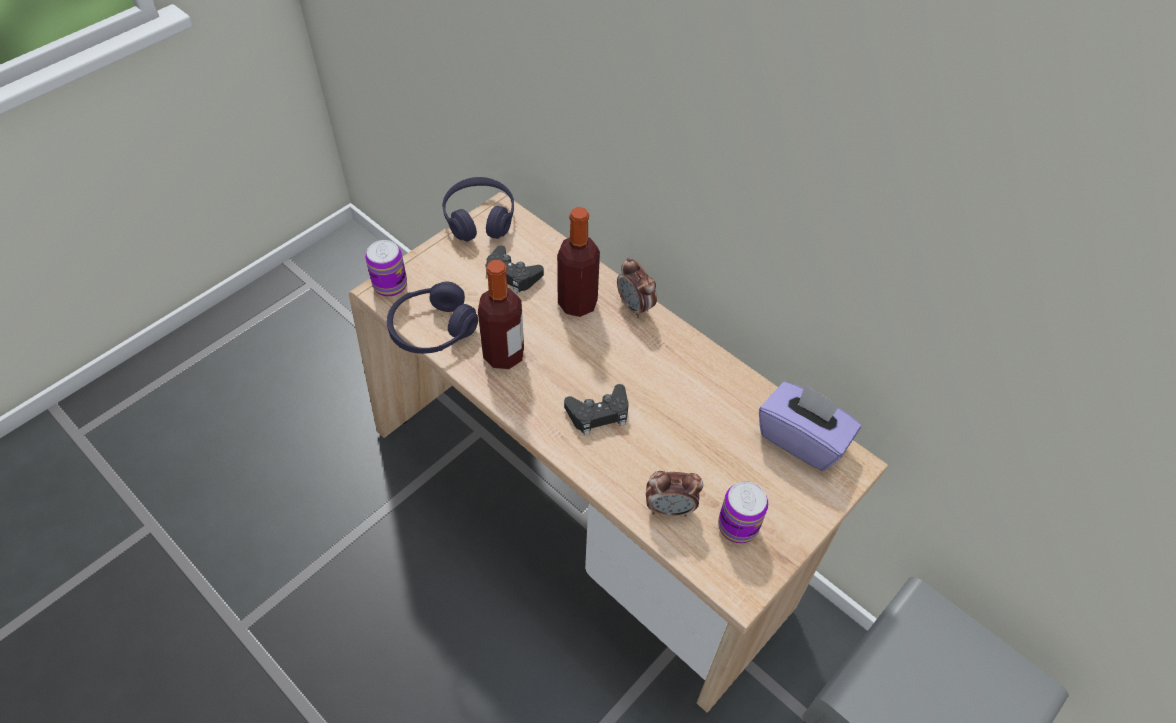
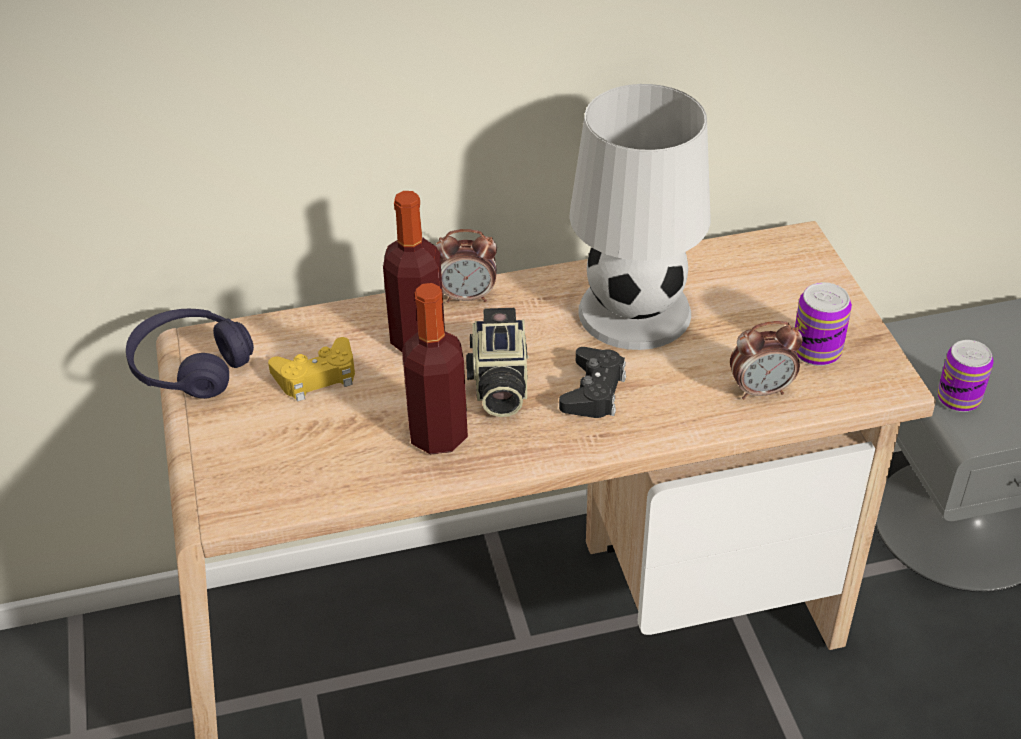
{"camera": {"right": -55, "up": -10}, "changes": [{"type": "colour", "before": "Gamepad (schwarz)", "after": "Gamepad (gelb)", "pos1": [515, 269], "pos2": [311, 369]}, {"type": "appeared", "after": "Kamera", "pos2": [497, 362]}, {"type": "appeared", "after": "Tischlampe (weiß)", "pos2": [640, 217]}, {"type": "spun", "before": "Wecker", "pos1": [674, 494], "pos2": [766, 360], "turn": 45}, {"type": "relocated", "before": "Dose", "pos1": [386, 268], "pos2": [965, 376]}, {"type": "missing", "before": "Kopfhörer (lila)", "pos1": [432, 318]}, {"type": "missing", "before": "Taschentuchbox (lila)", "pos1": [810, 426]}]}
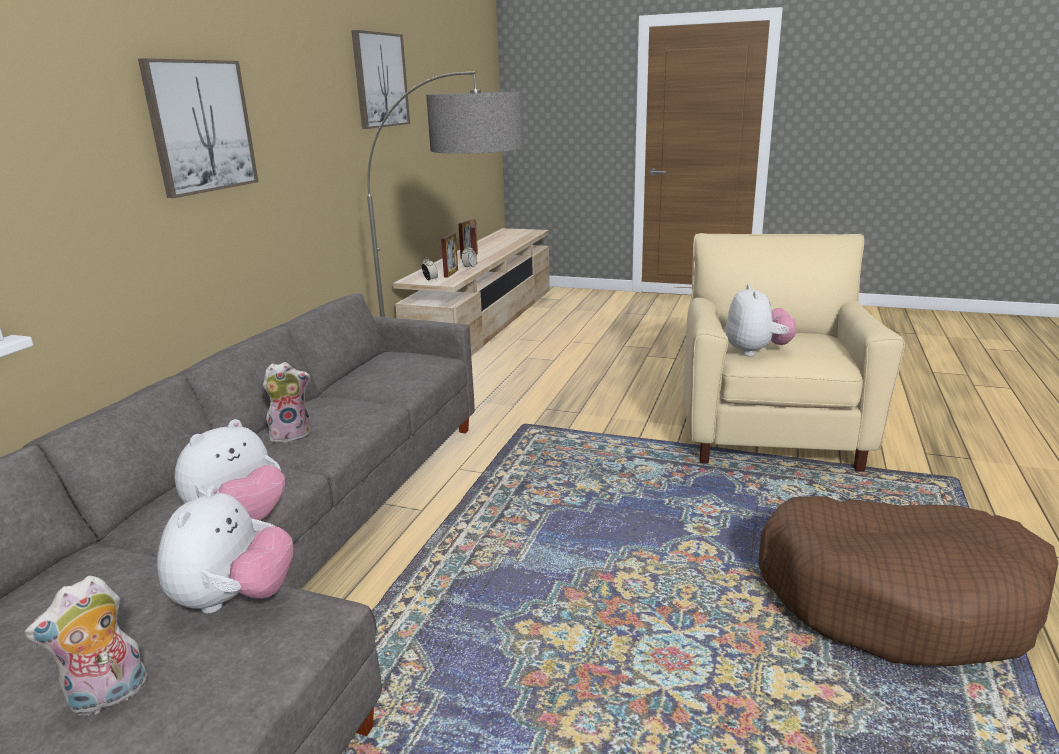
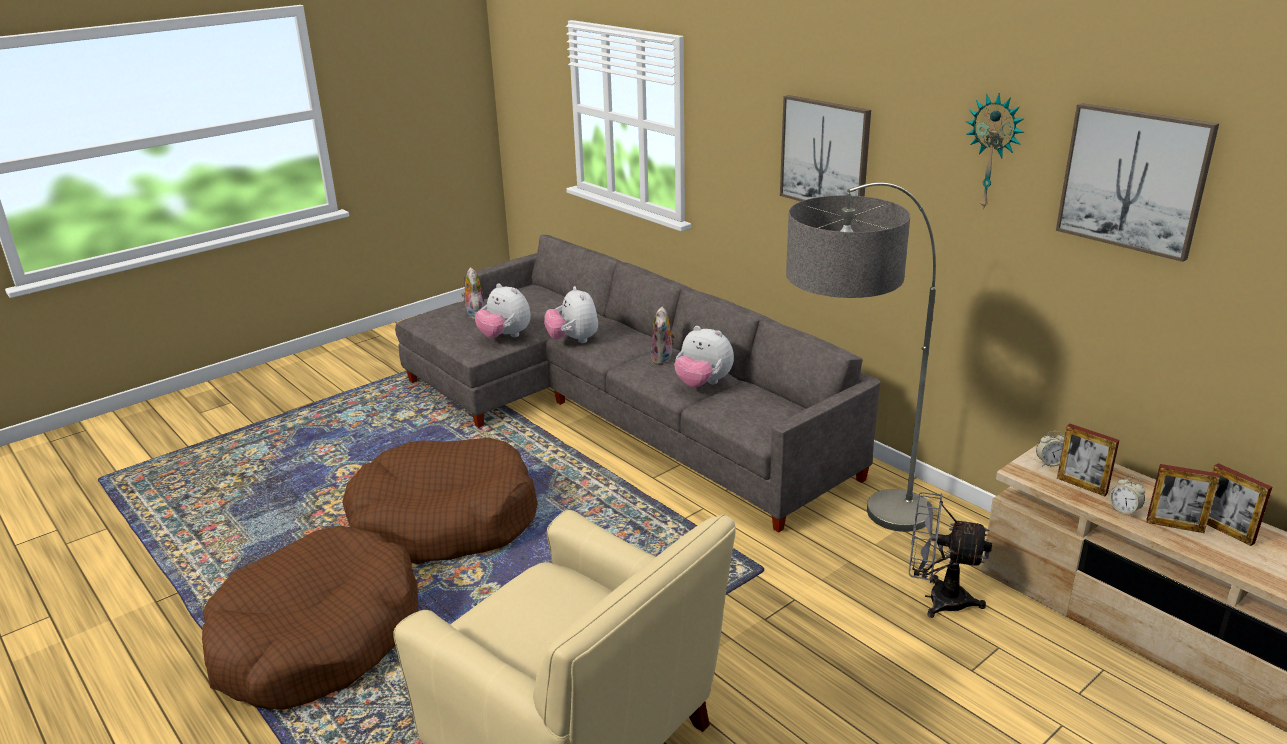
{"camera": {"right": 120, "up": 5}, "changes": [{"type": "appeared", "after": "Hundebett (braun)", "pos2": [440, 500]}, {"type": "relocated", "before": "Plüschtier", "pos1": [761, 320], "pos2": [704, 356]}, {"type": "appeared", "after": "Ventilator (grau)", "pos2": [950, 555]}, {"type": "appeared", "after": "Wanduhr", "pos2": [995, 152]}]}
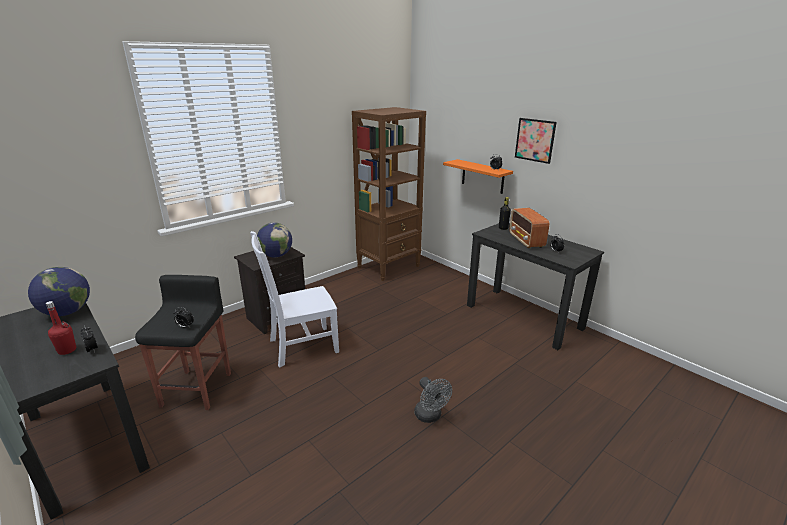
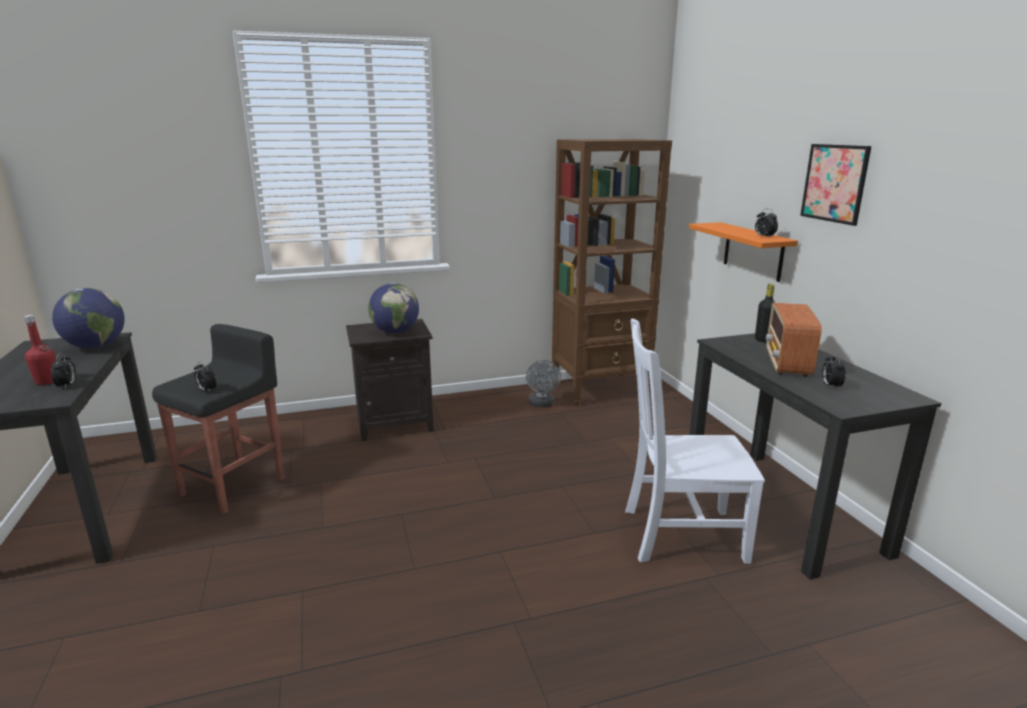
{"camera": {"right": 25, "up": -5}, "changes": [{"type": "relocated", "before": "Ventilator (grau)", "pos1": [433, 400], "pos2": [543, 383]}, {"type": "relocated", "before": "Stuhl (weiß)", "pos1": [294, 299], "pos2": [695, 441]}]}
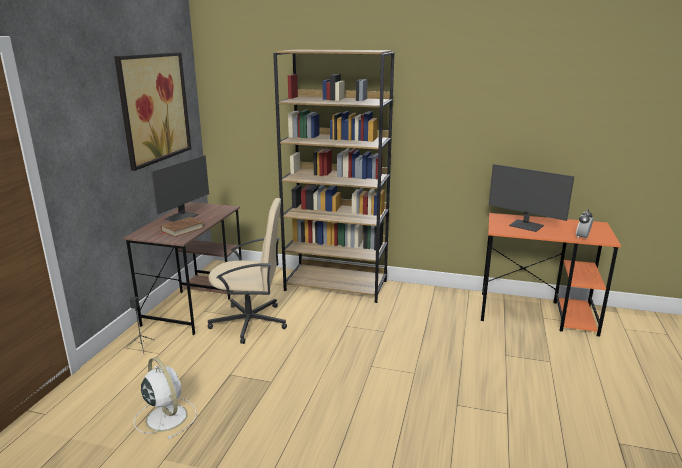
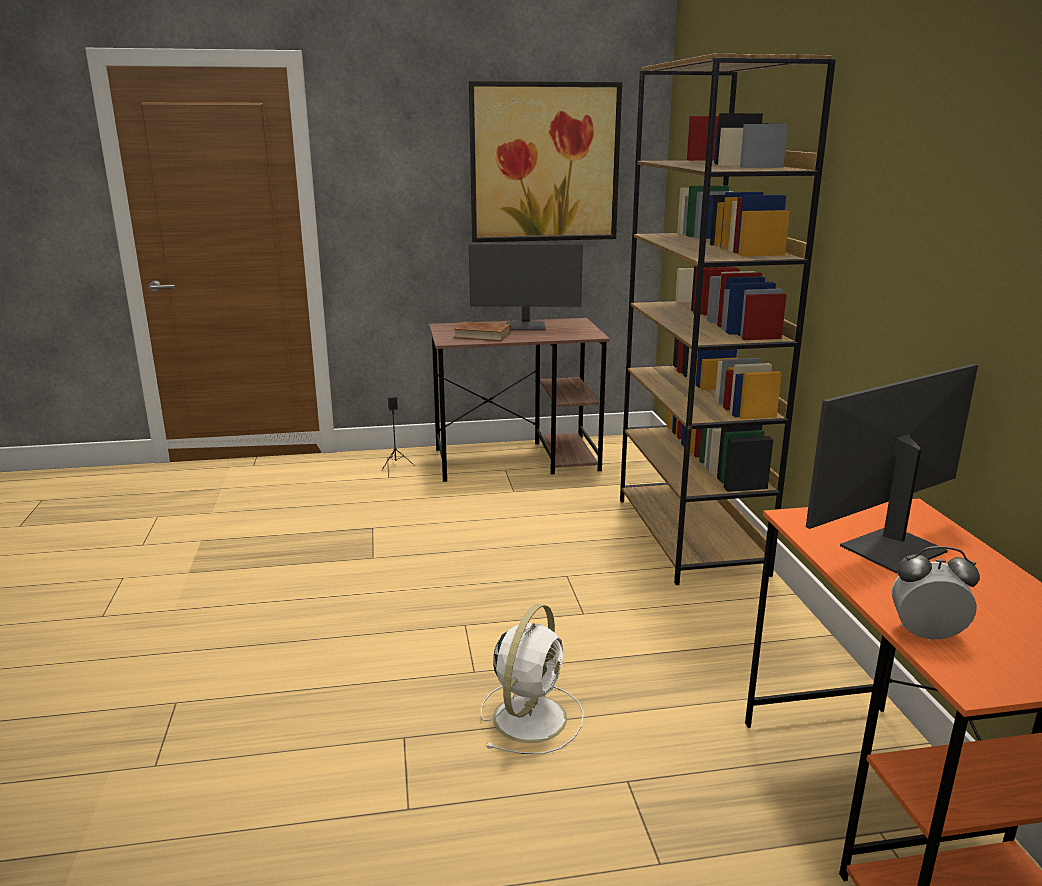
{"camera": {"right": 65, "up": 0}, "changes": [{"type": "relocated", "before": "Ventilator (weiß)", "pos1": [165, 398], "pos2": [532, 679]}, {"type": "spun", "before": "Monitor", "pos1": [531, 198], "pos2": [892, 468], "turn": 45}, {"type": "missing", "before": "Bürostuhl (beige)", "pos1": [247, 271]}]}
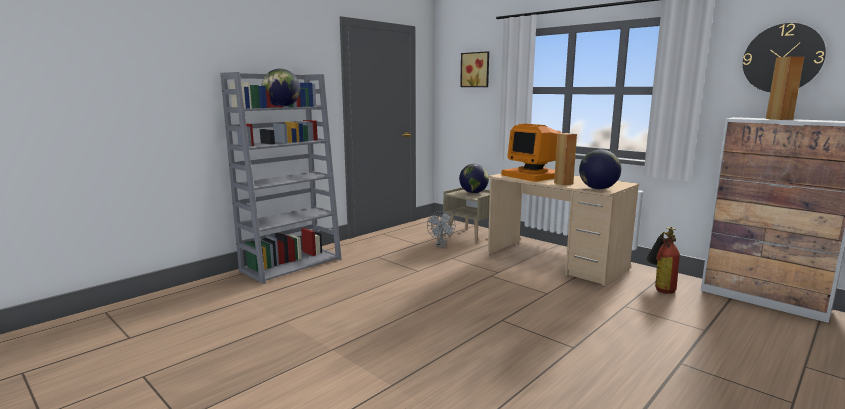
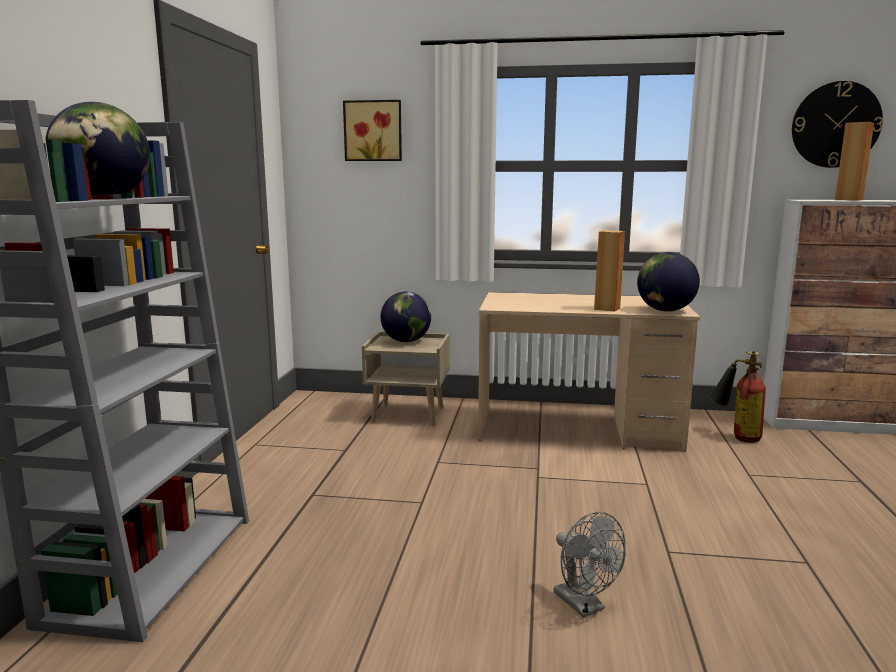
{"camera": {"right": -35, "up": 0}, "changes": [{"type": "relocated", "before": "Ventilator (grau)", "pos1": [441, 229], "pos2": [590, 565]}, {"type": "missing", "before": "Monitor", "pos1": [532, 153]}]}
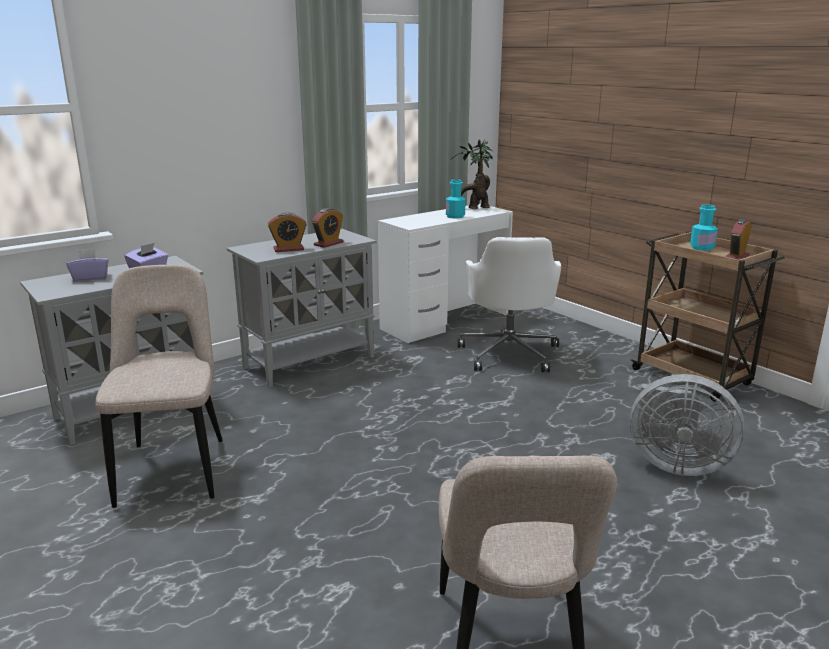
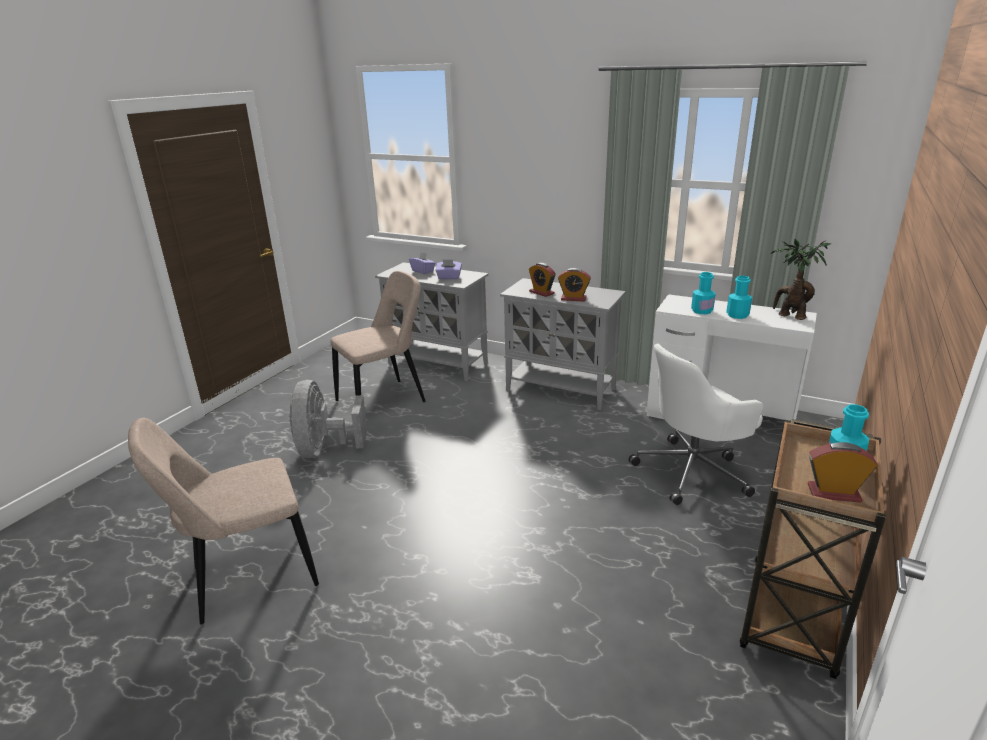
{"camera": {"right": 65, "up": 5}, "changes": [{"type": "relocated", "before": "Ventilator (grau)", "pos1": [687, 425], "pos2": [328, 419]}, {"type": "appeared", "after": "Flasche (türkis)", "pos2": [703, 293]}]}
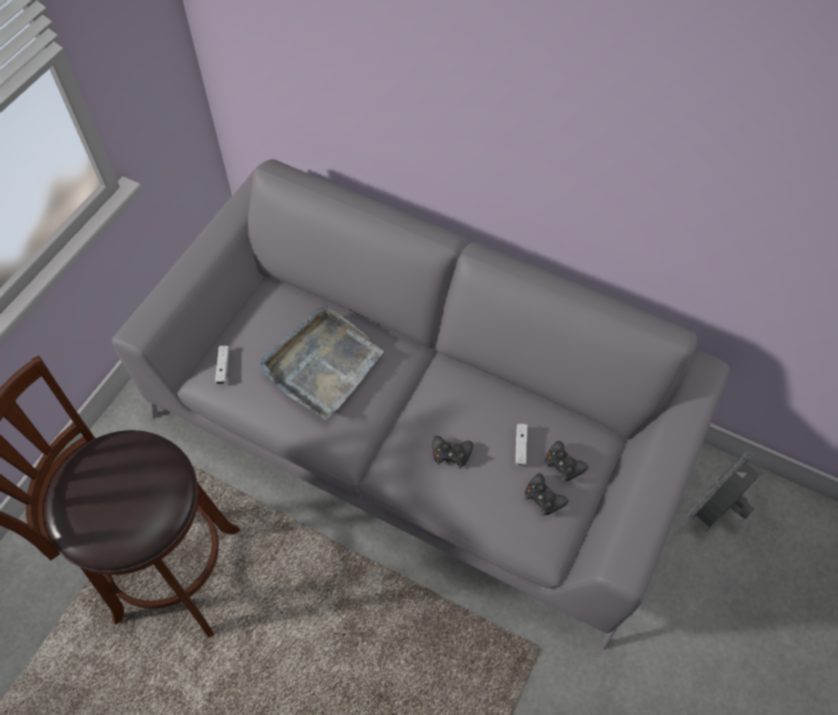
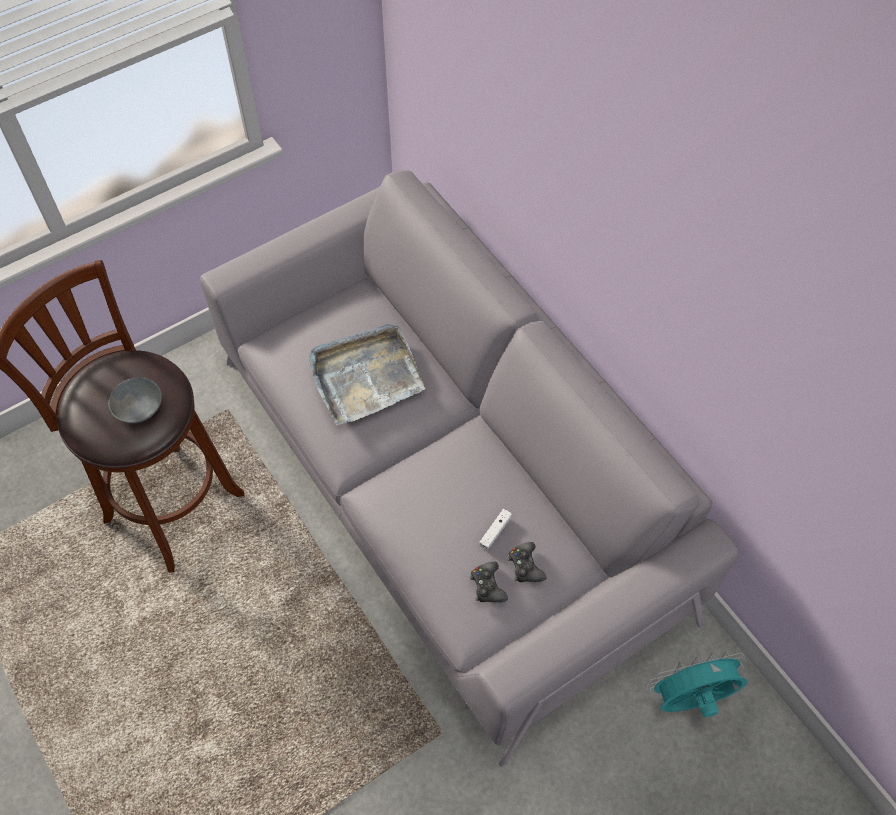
{"camera": {"right": 30, "up": 0}, "changes": [{"type": "appeared", "after": "Schüssel (grau)", "pos2": [135, 400]}, {"type": "colour", "before": "Ventilator (grau)", "after": "Ventilator (türkis)", "pos1": [724, 491], "pos2": [697, 684]}, {"type": "missing", "before": "Gamepad (weiß)", "pos1": [222, 365]}, {"type": "missing", "before": "Gamepad (schwarz)", "pos1": [452, 452]}]}
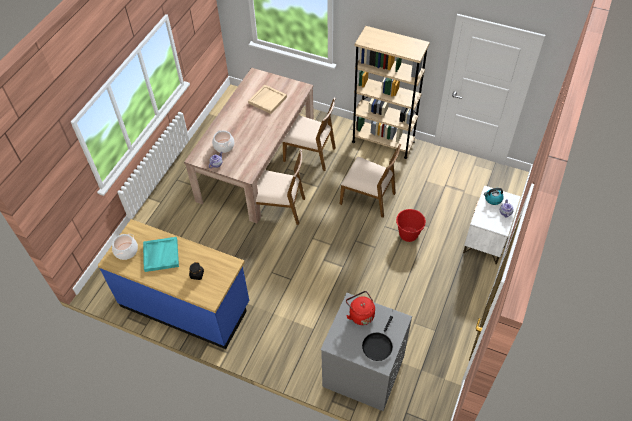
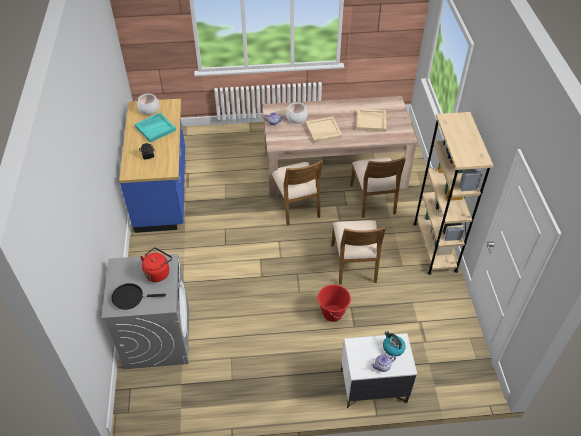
{"camera": {"right": 60, "up": -5}, "changes": [{"type": "appeared", "after": "Tablett (beige)", "pos2": [324, 130]}]}
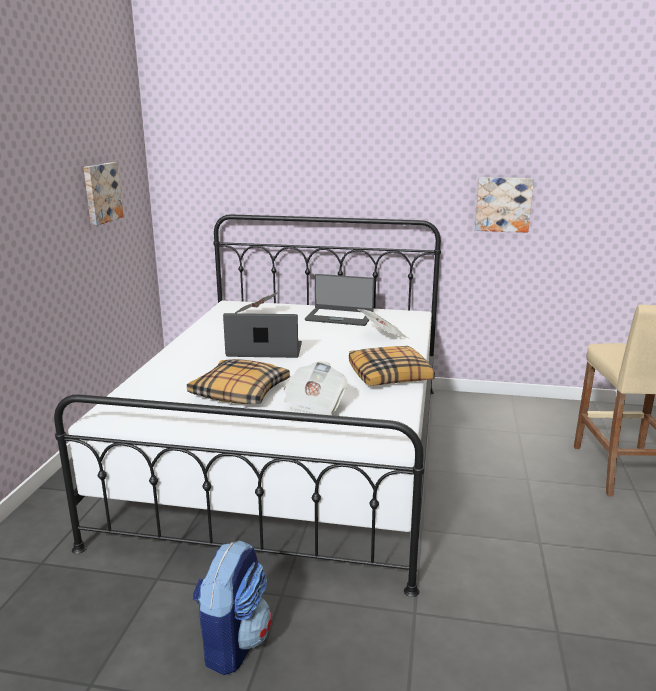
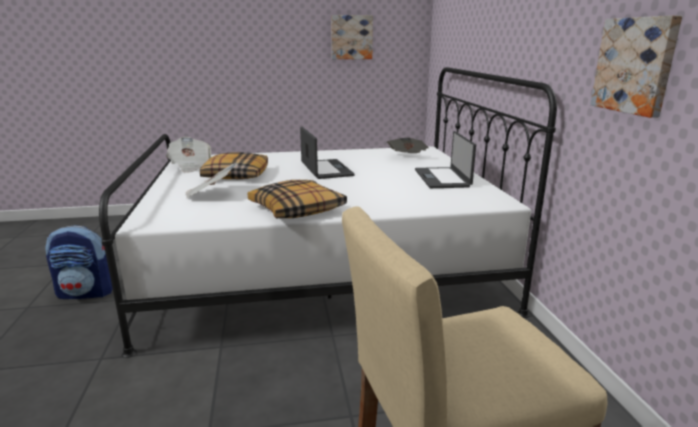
{"camera": {"right": 70, "up": 0}, "changes": [{"type": "relocated", "before": "Zeitung", "pos1": [383, 323], "pos2": [188, 155]}]}
